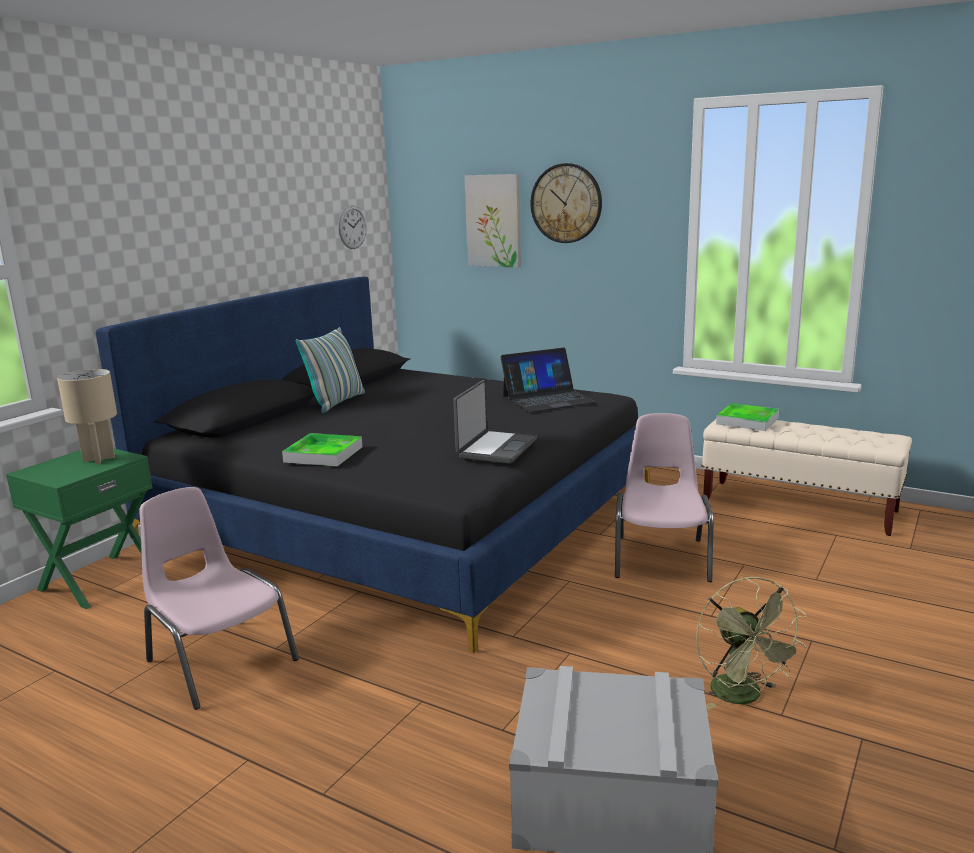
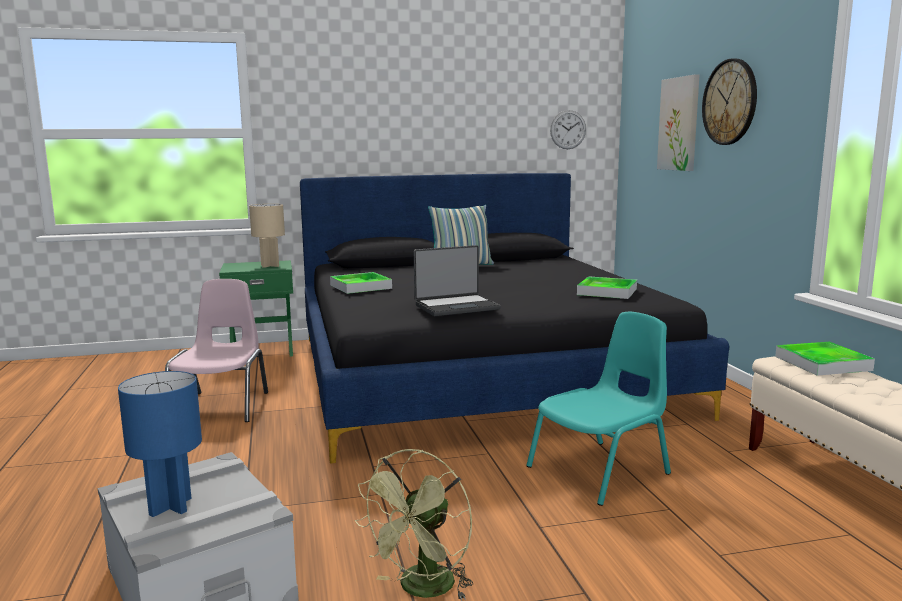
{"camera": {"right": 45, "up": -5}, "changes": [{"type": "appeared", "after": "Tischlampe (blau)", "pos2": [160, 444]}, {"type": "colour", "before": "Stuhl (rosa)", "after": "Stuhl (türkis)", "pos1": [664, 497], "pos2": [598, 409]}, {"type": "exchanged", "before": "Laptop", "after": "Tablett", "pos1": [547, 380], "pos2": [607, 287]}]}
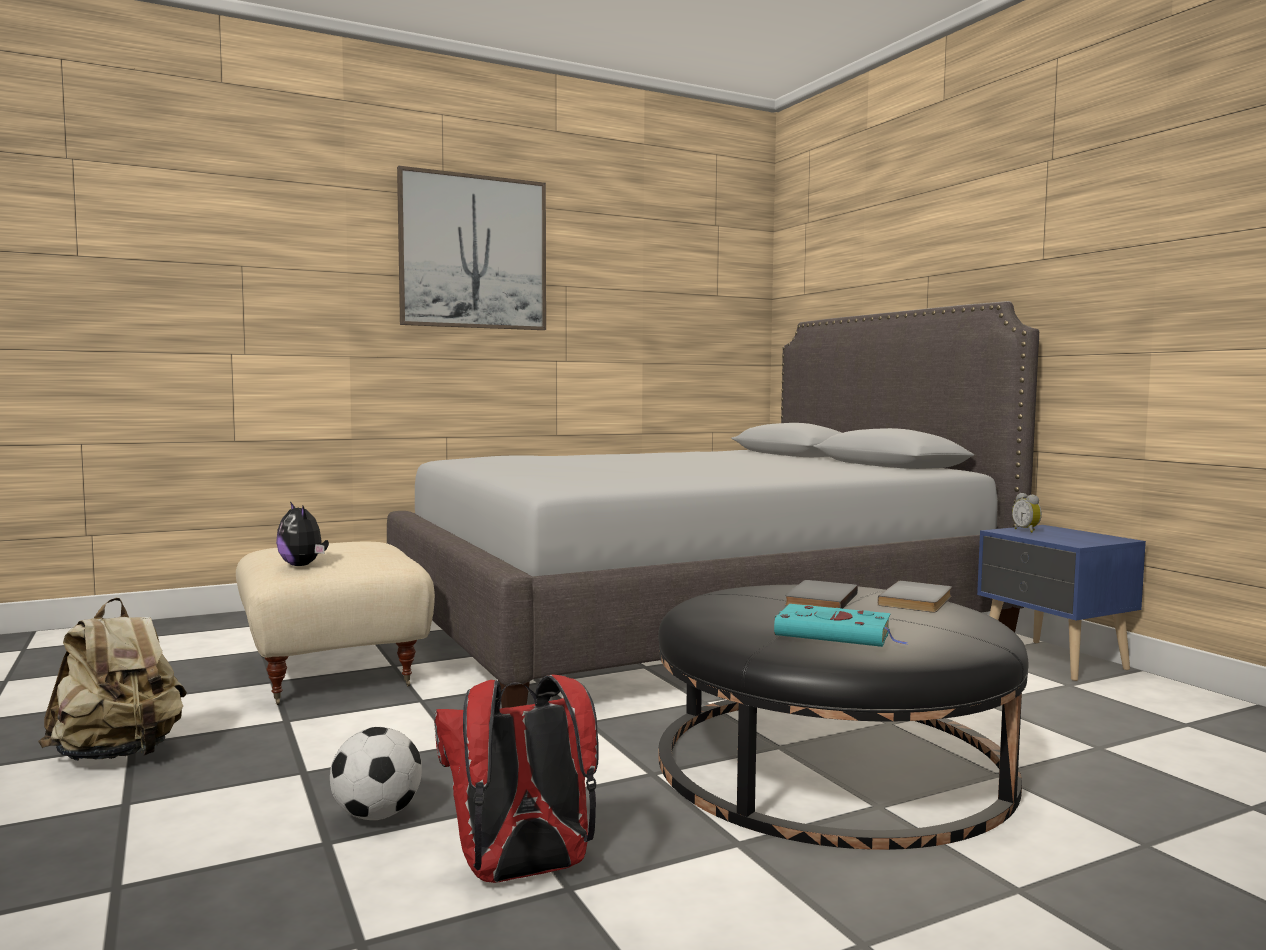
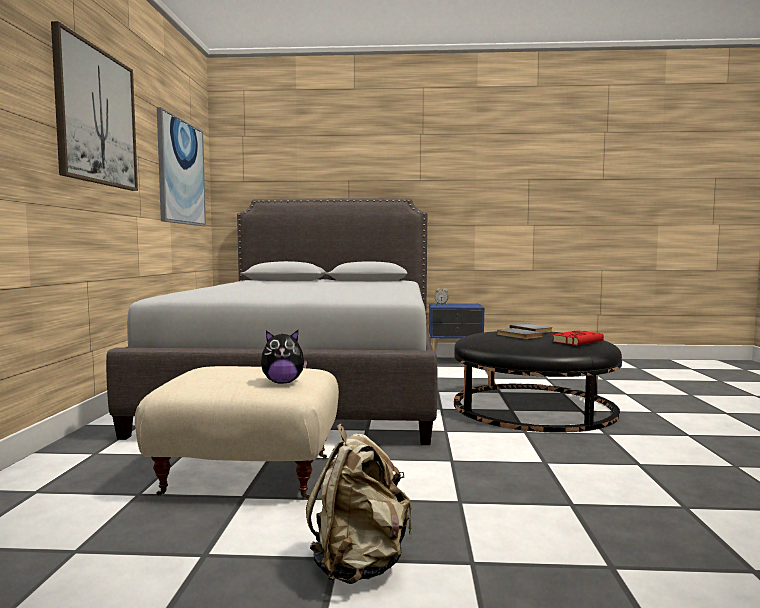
{"camera": {"right": -60, "up": 0}, "changes": [{"type": "appeared", "after": "Bild", "pos2": [181, 166]}, {"type": "colour", "before": "Buch (türkis)", "after": "Buch (rot)", "pos1": [841, 625], "pos2": [578, 337]}, {"type": "missing", "before": "Fußball", "pos1": [376, 773]}, {"type": "missing", "before": "Rucksack (rot)", "pos1": [516, 778]}]}
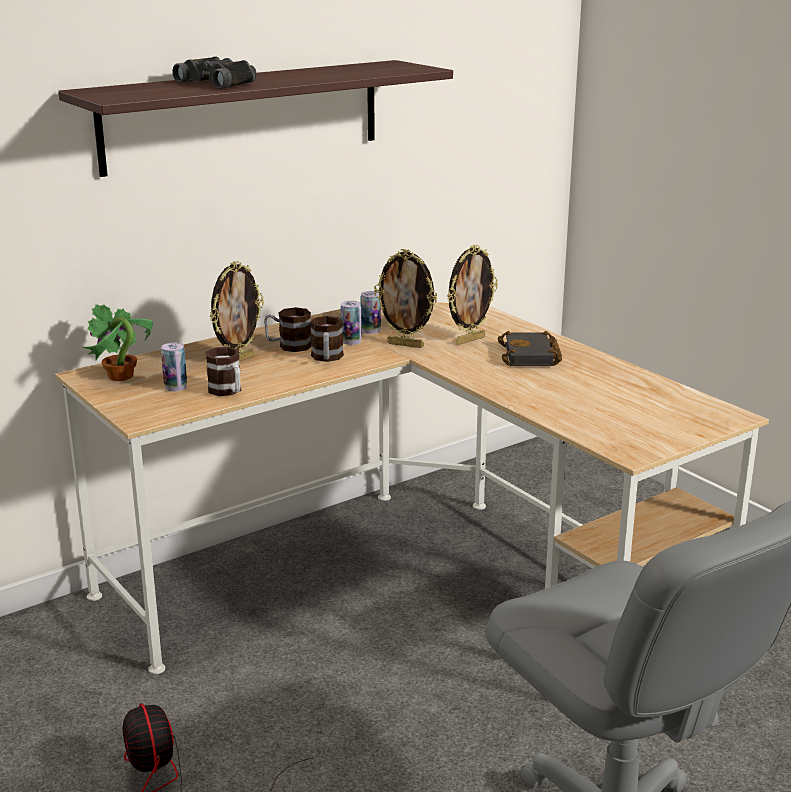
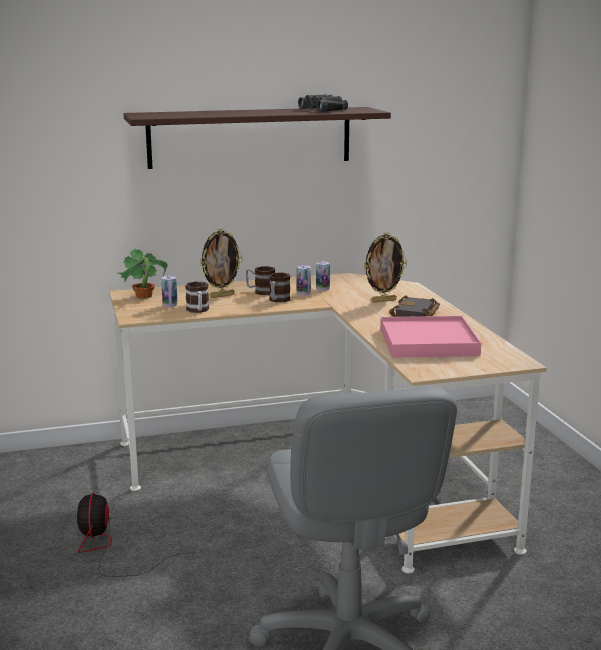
{"camera": {"right": 20, "up": -5}, "changes": [{"type": "relocated", "before": "Fernglas (schwarz)", "pos1": [215, 73], "pos2": [323, 103]}, {"type": "appeared", "after": "Tablett (rosa)", "pos2": [430, 337]}, {"type": "missing", "before": "Bilderrahmen", "pos1": [406, 298]}]}
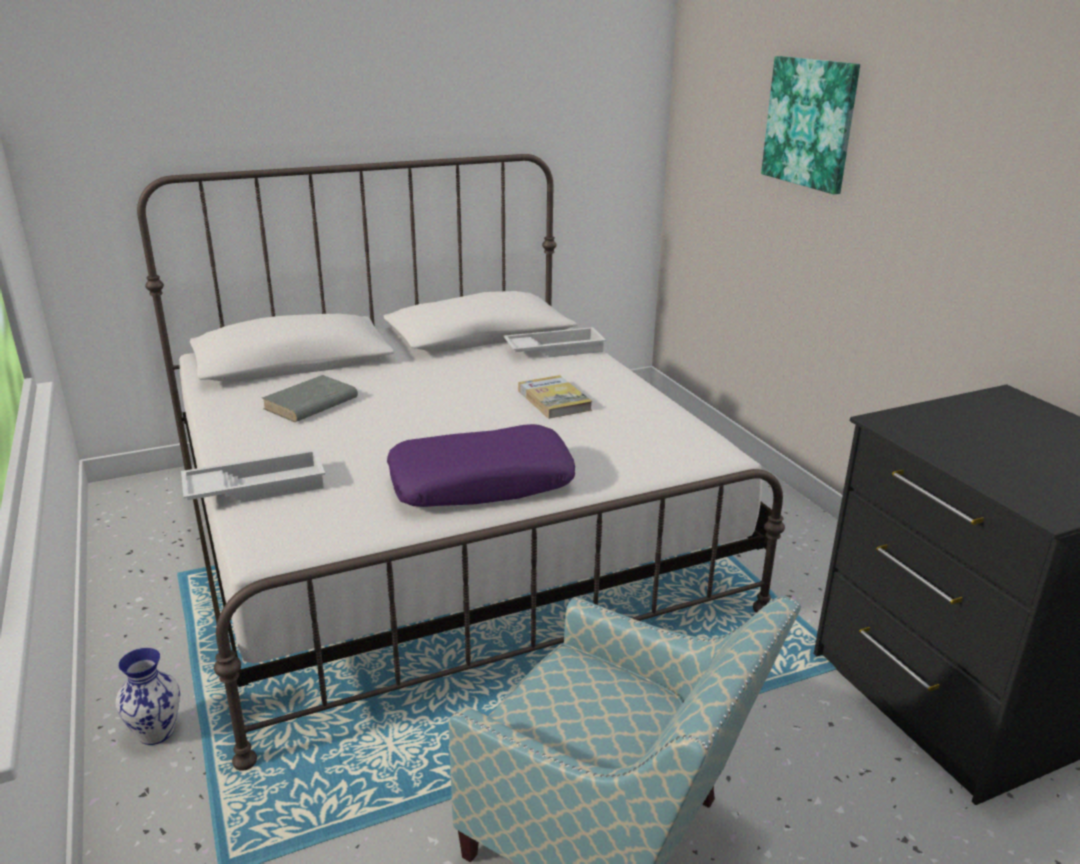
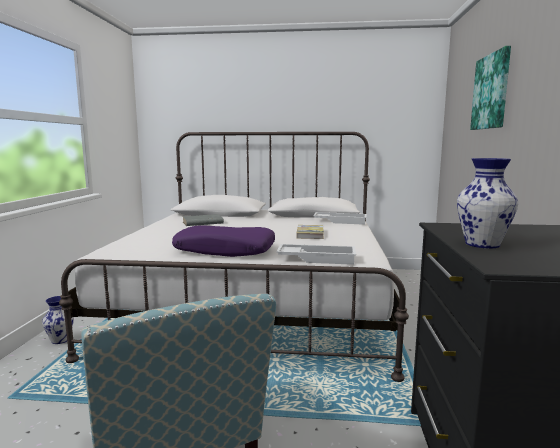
{"camera": {"right": 30, "up": -15}, "changes": [{"type": "relocated", "before": "Tablett (weiß)", "pos1": [253, 476], "pos2": [316, 254]}, {"type": "appeared", "after": "Vase", "pos2": [487, 203]}]}
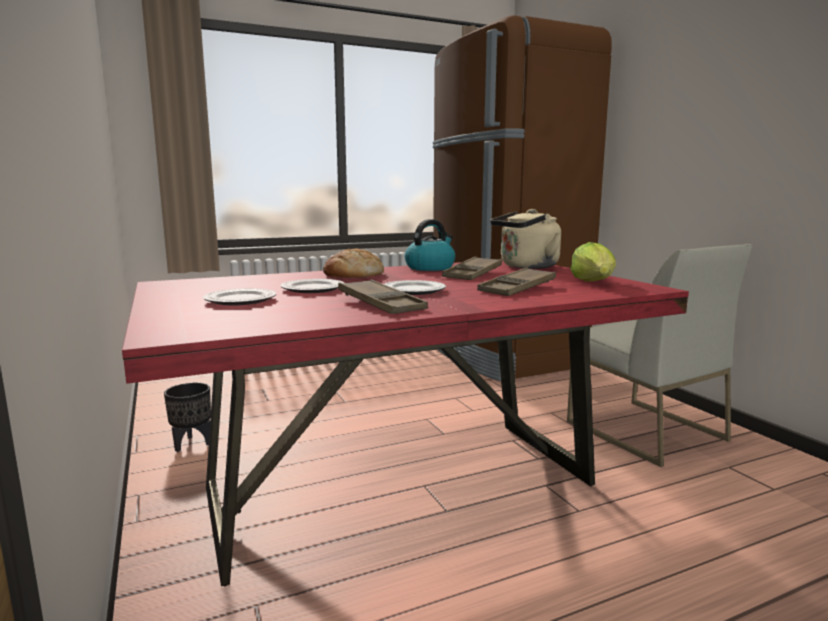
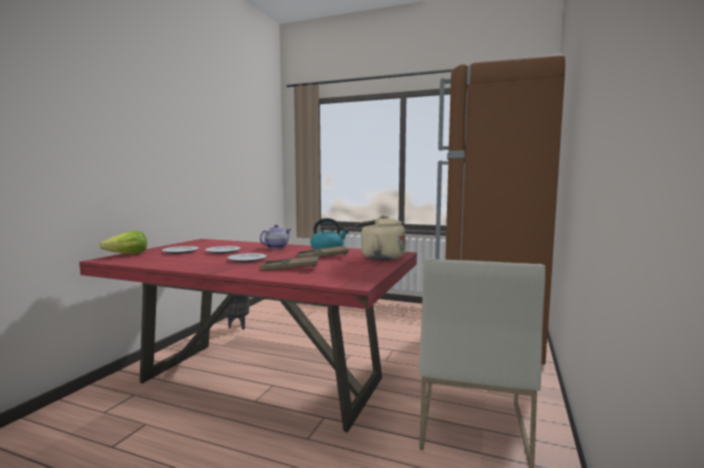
{"camera": {"right": 45, "up": -5}, "changes": [{"type": "relocated", "before": "Salatkopf", "pos1": [593, 261], "pos2": [123, 242]}, {"type": "exchanged", "before": "Brot", "after": "Teekanne", "pos1": [353, 263], "pos2": [275, 237]}, {"type": "missing", "before": "Tablett (braun)", "pos1": [383, 297]}]}
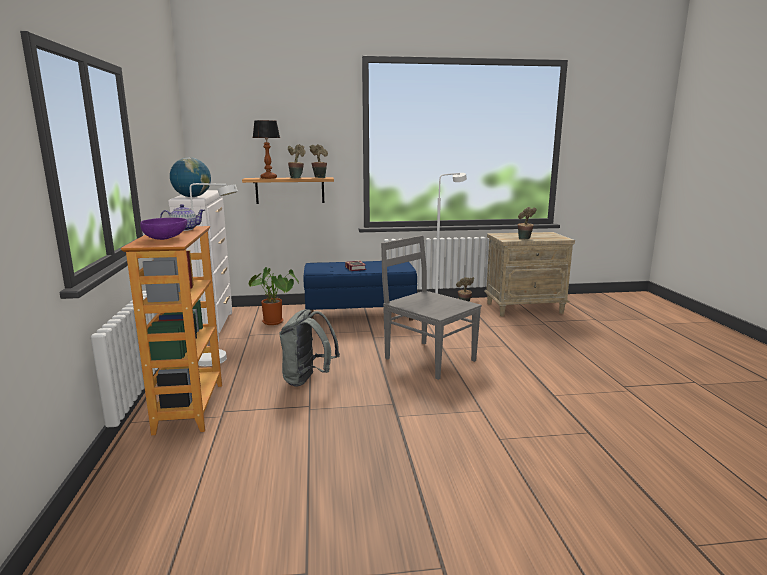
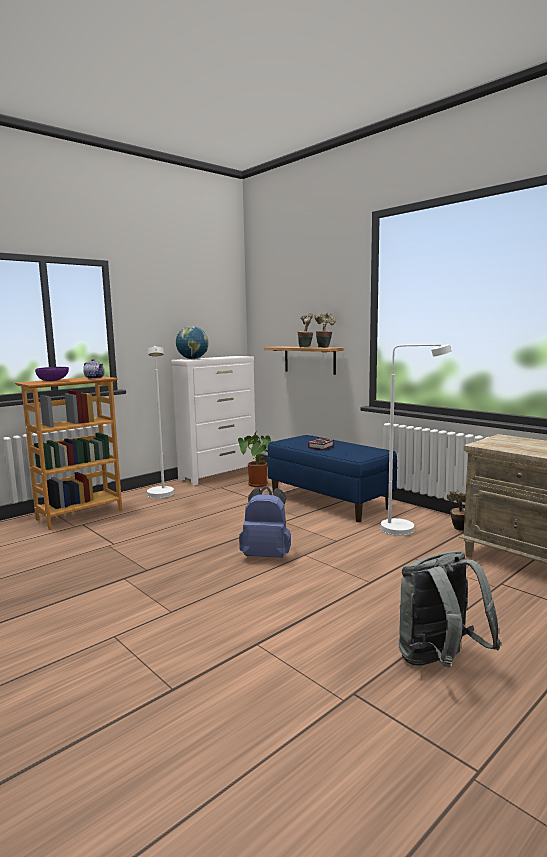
{"camera": {"right": 55, "up": -5}, "changes": [{"type": "exchanged", "before": "Stuhl (grau)", "after": "Rucksack (blau)", "pos1": [431, 307], "pos2": [265, 522]}, {"type": "relocated", "before": "Rucksack (grau)", "pos1": [309, 348], "pos2": [450, 609]}, {"type": "missing", "before": "Tischlampe", "pos1": [266, 149]}, {"type": "missing", "before": "Topfpflanze", "pos1": [527, 223]}]}
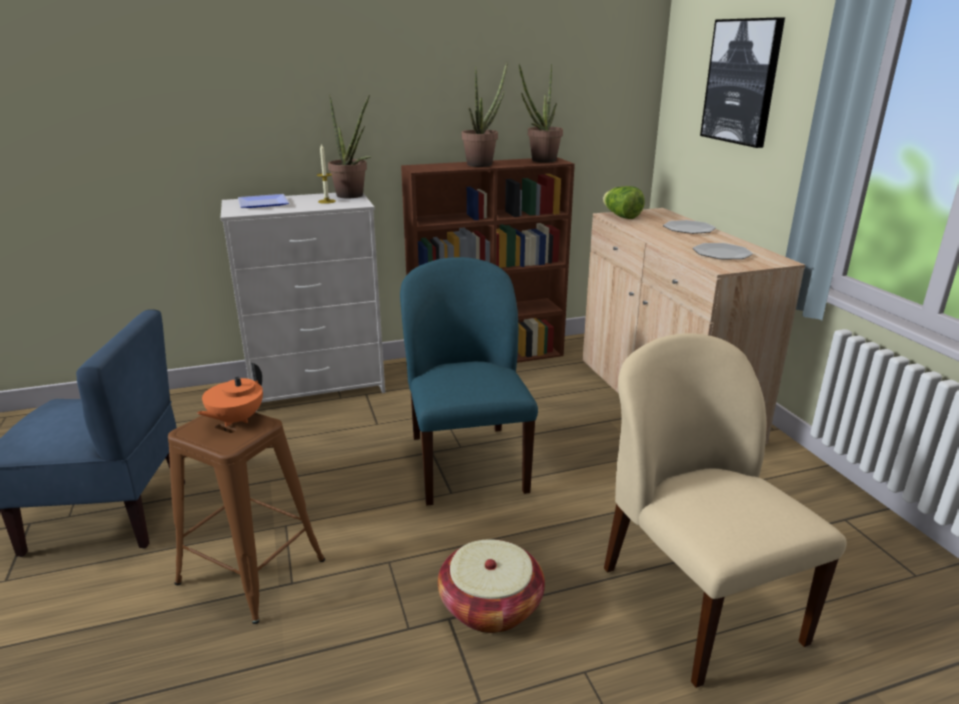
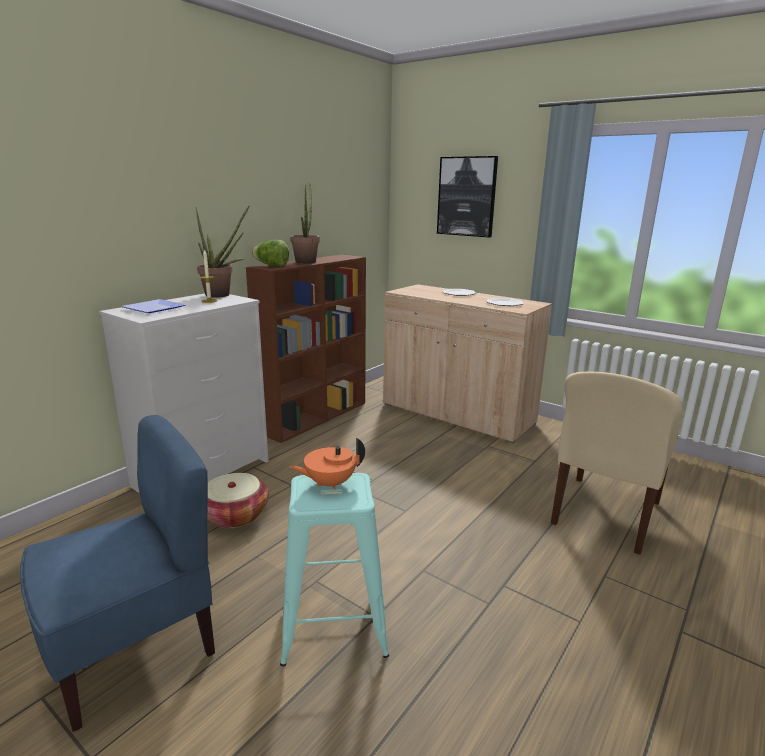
{"camera": {"right": -35, "up": -5}, "changes": [{"type": "relocated", "before": "Korb", "pos1": [491, 586], "pos2": [238, 500]}, {"type": "relocated", "before": "Salatkopf", "pos1": [624, 202], "pos2": [270, 253]}, {"type": "colour", "before": "Hocker (braun)", "after": "Hocker (türkis)", "pos1": [246, 518], "pos2": [334, 569]}, {"type": "spun", "before": "Teekanne (orange)", "pos1": [230, 395], "pos2": [327, 464], "turn": 75}, {"type": "spun", "before": "Stuhl (beige)", "pos1": [725, 510], "pos2": [616, 463], "turn": -90}, {"type": "missing", "before": "Stuhl (blau)", "pos1": [469, 381]}, {"type": "missing", "before": "Topfpflanze", "pos1": [541, 113]}]}
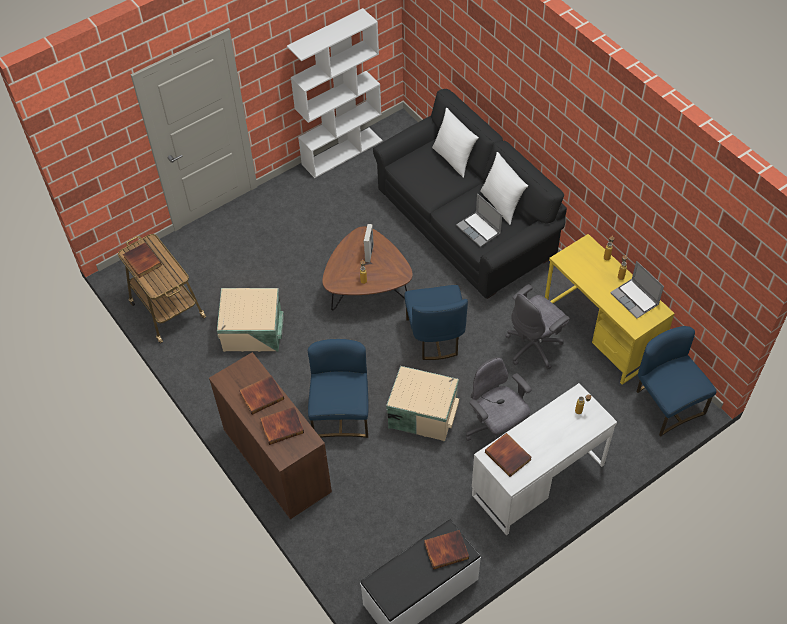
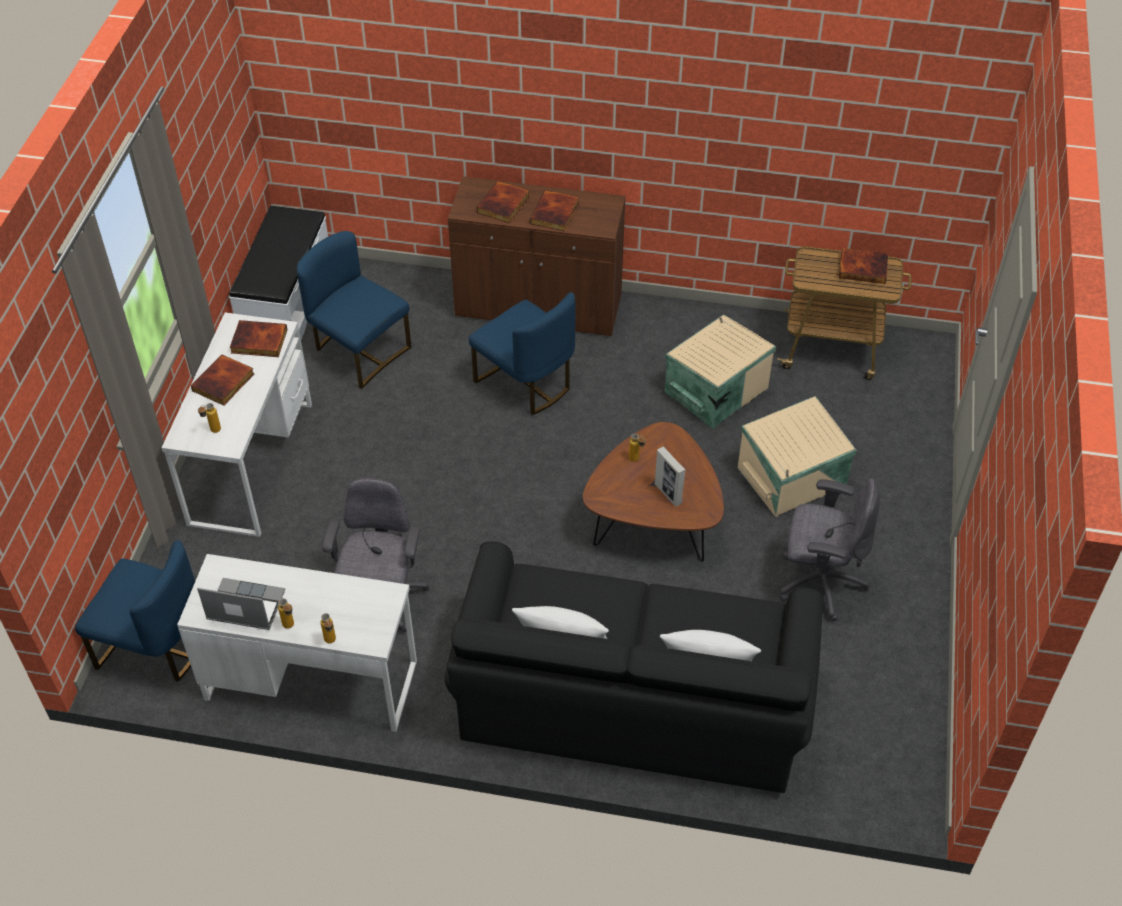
{"camera": {"right": 135, "up": -5}, "changes": [{"type": "colour", "before": "Schreibtisch (gelb)", "after": "Schreibtisch (weiß)", "pos1": [610, 309], "pos2": [297, 643]}, {"type": "relocated", "before": "Buch", "pos1": [446, 550], "pos2": [222, 379]}, {"type": "relocated", "before": "Stuhl (blau)", "pos1": [436, 322], "pos2": [354, 310]}, {"type": "relocated", "before": "Aufbewahrungsbox (beige)", "pos1": [422, 404], "pos2": [797, 456]}, {"type": "relocated", "before": "Bürostuhl (grau)", "pos1": [498, 399], "pos2": [830, 550]}, {"type": "missing", "before": "Bücherregal (weiß)", "pos1": [335, 93]}, {"type": "missing", "before": "Laptop", "pos1": [479, 220]}]}
